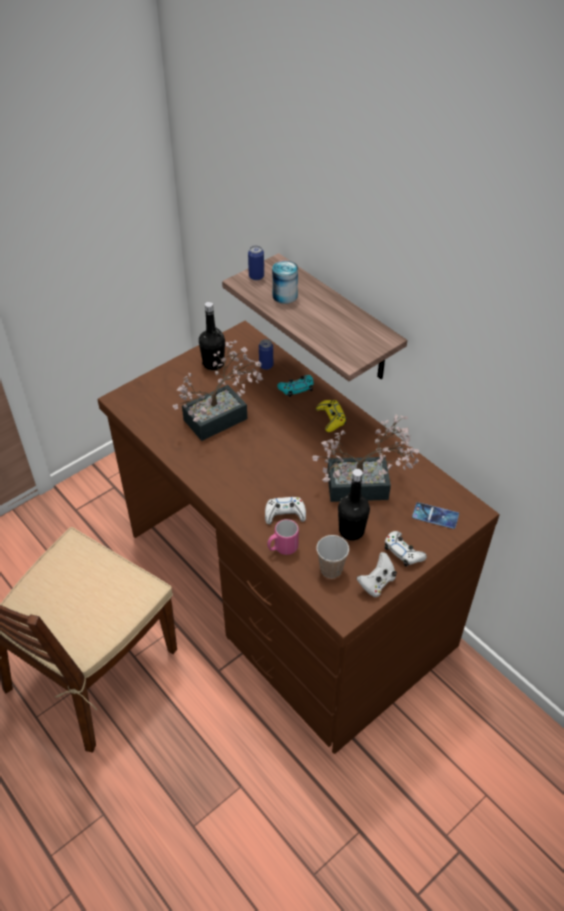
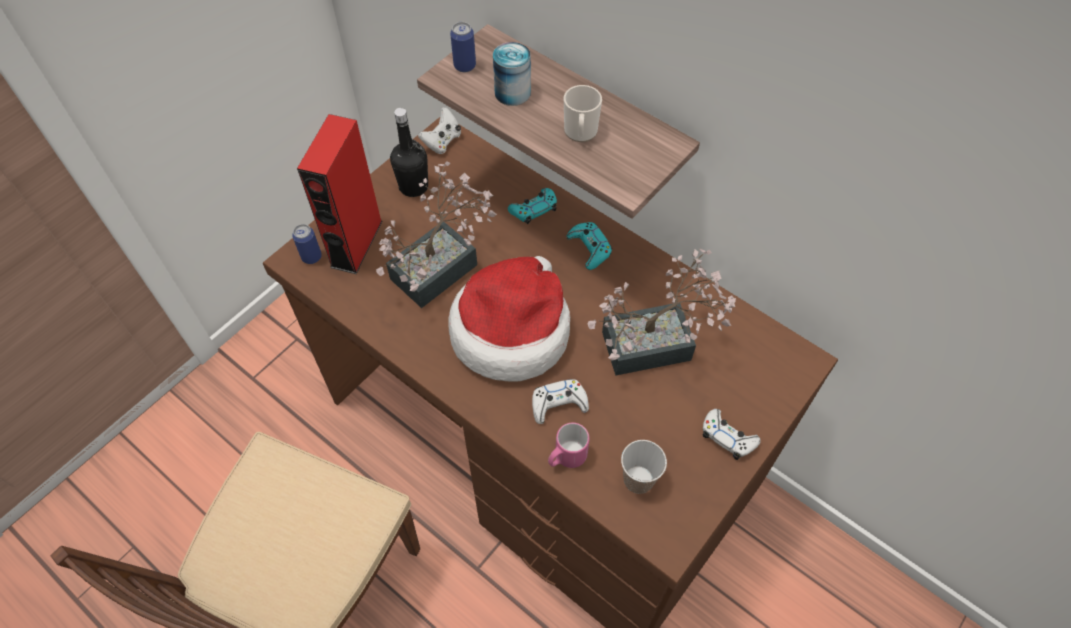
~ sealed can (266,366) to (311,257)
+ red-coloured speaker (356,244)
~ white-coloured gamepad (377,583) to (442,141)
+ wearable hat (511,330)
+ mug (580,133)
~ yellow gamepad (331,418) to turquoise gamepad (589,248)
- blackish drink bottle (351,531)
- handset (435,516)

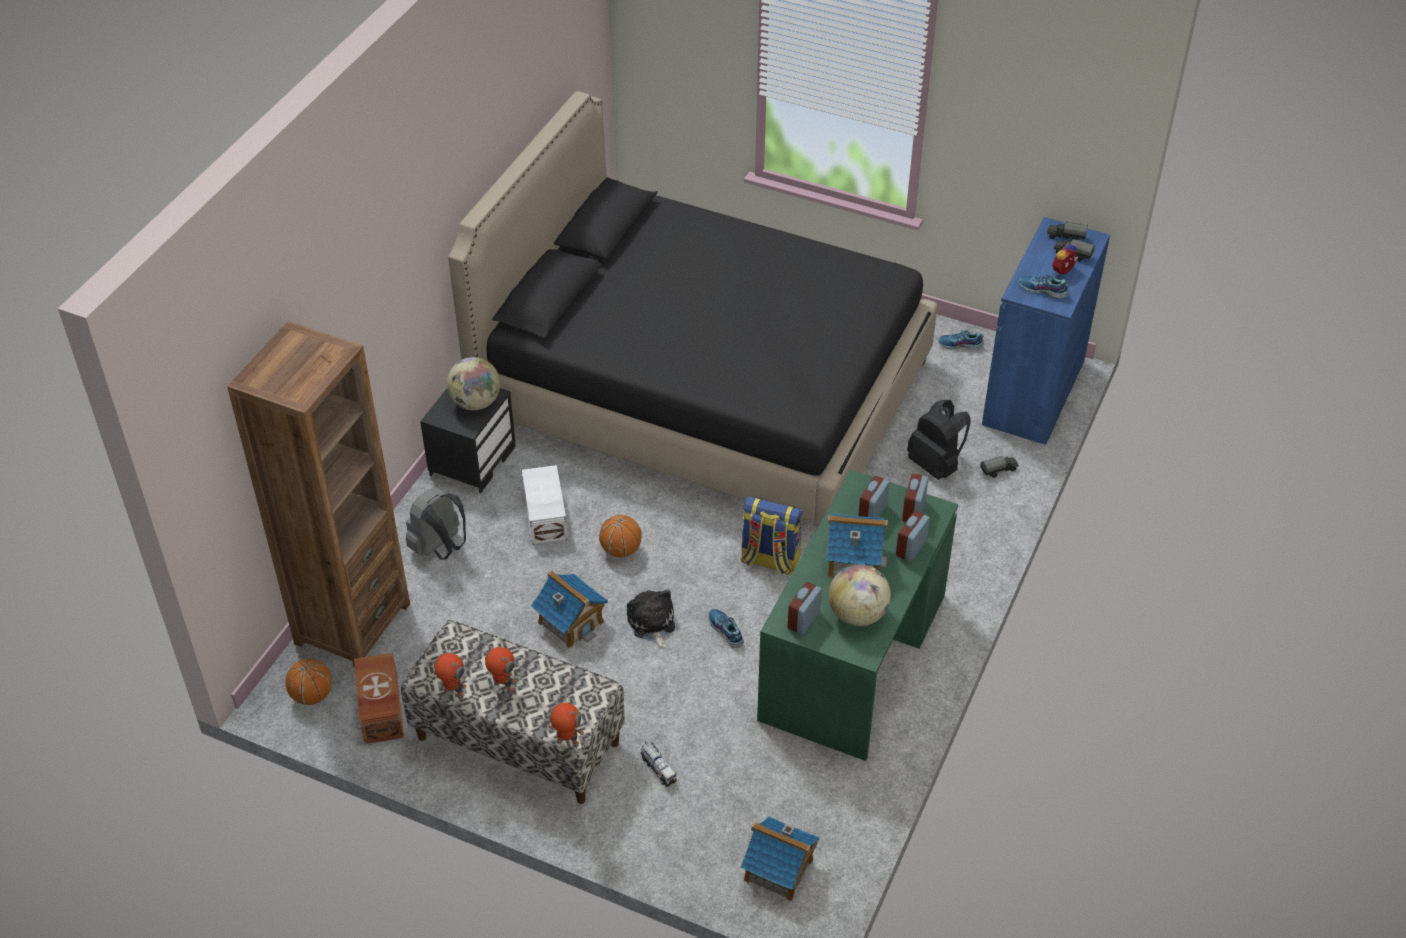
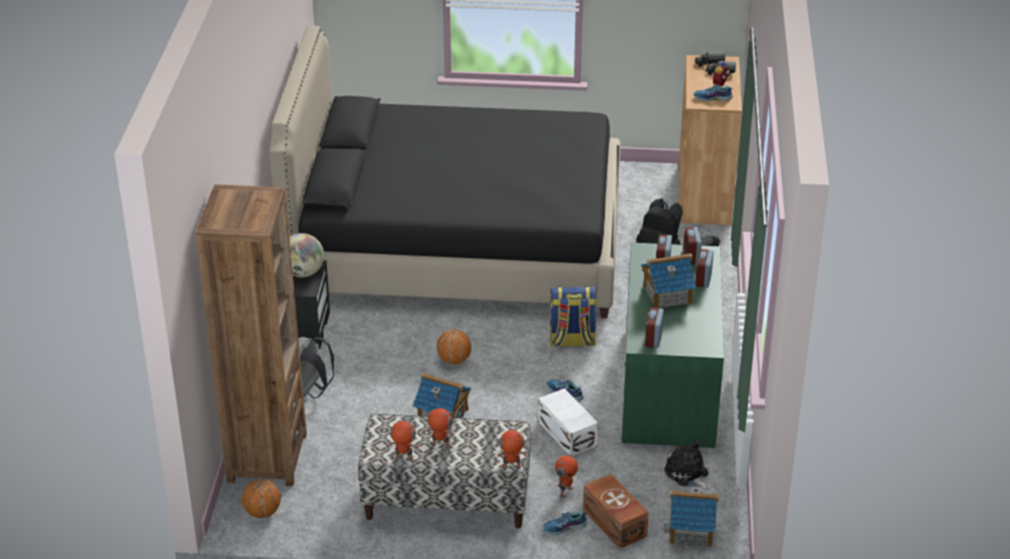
~ white-coloured storage box (544,517) to (567,435)
~ low shoe (960,345) to (564,527)
~ toy truck (658,769) to model robot (565,491)
~ brown-coloured storage box (380,710) to (614,523)
~ soft toy (652,624) to (687,474)
~ blue storage cabinet (1033,392) to brown-coloured storage cabinet (704,195)
- world globe (857,614)

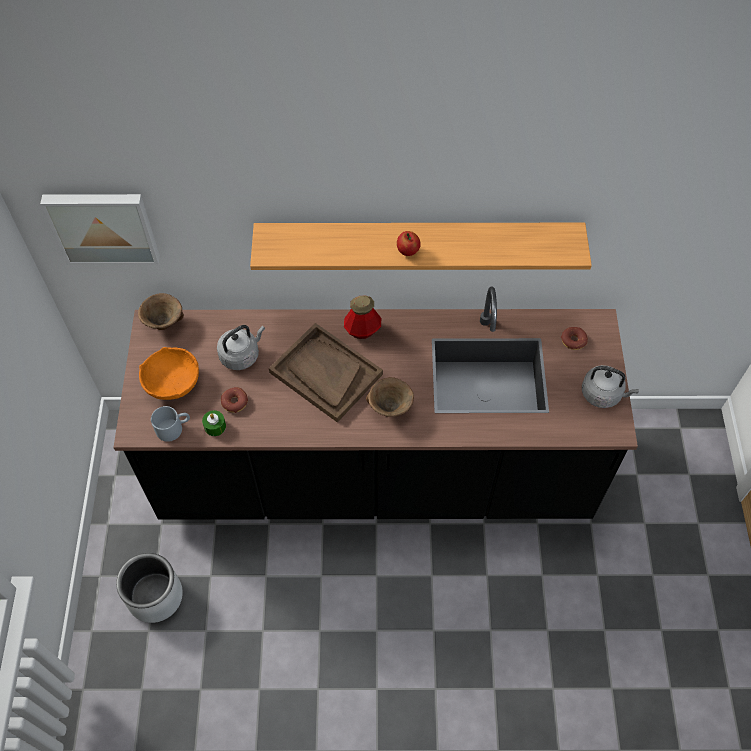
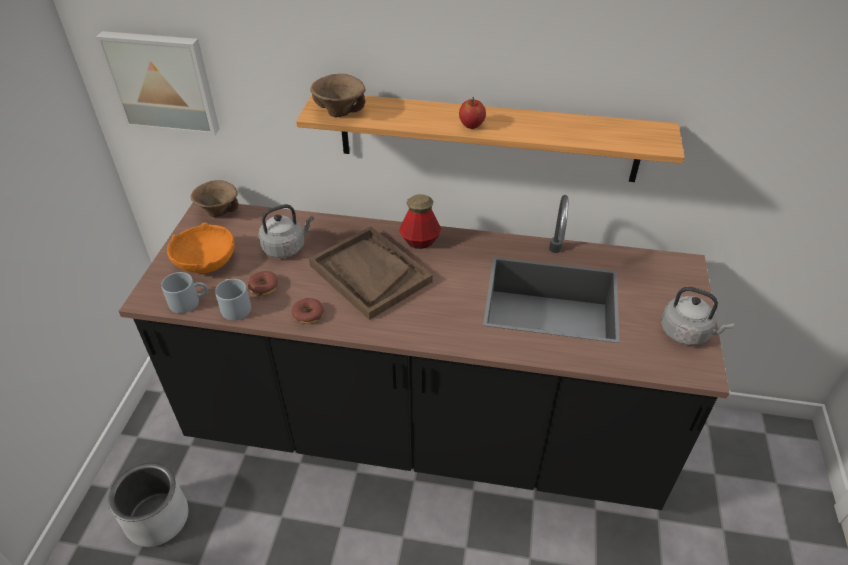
~ green-coloured candle (215,426) to grey mug (234,306)
~ doughnut (573,341) to (308,314)
~ brown-coloured deep dish (389,409) to (338,113)

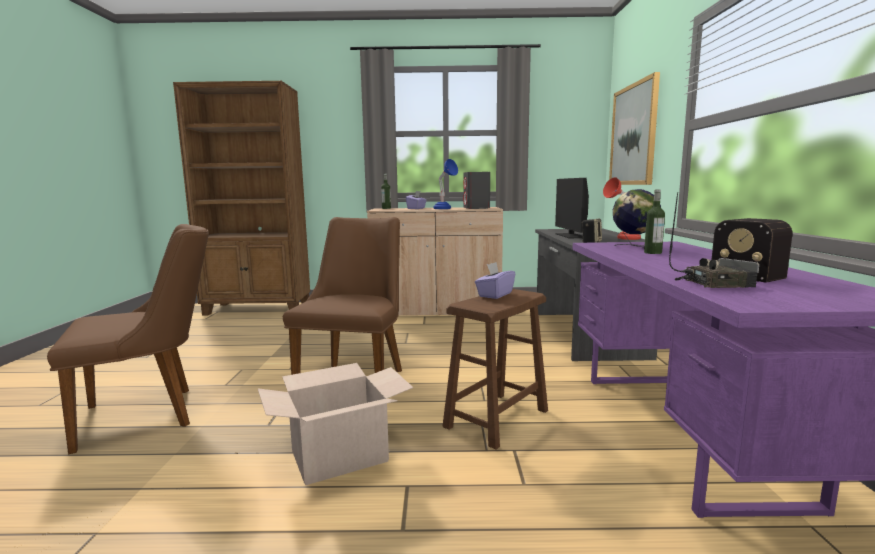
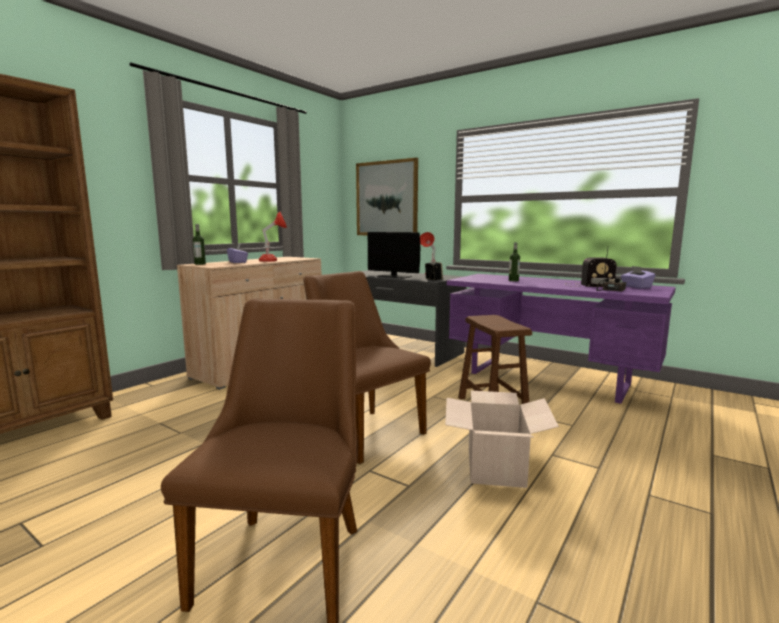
~ blue tabletop lamp (445,209) to red-coloured tabletop lamp (273,261)
~ purple tissue box (494,295) to (636,287)
- grey speaker (476,208)
- world globe (634,246)

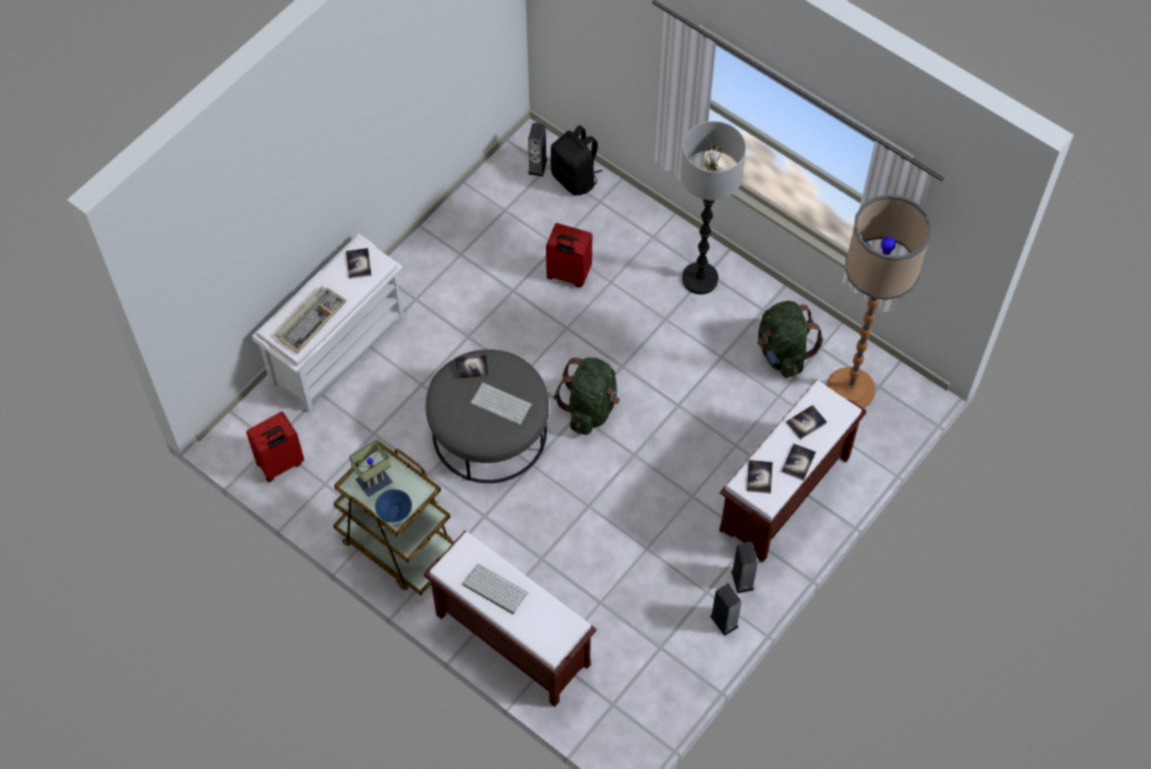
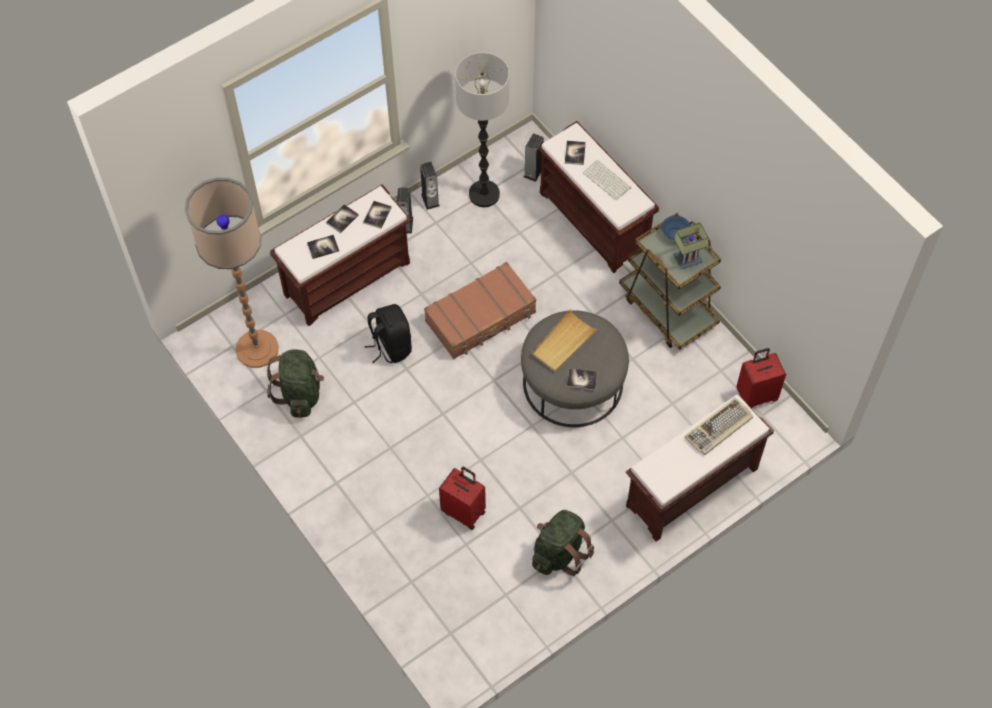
~ blackish rucksack (575,179) to (391,346)
+ brown-coloured piece of luggage (481,317)
~ standard lamp (700,279) to (484,194)
~ speaker (537,166) to (533,172)
~ computer keyboard (502,403) to sand-coloured carrying tray (563,343)
~ green-coloured rucksack (590,408) to (559,553)
~ book (358,264) to (575,153)
~ white-coloured long seat (338,348) to brown-coloured long seat (691,489)

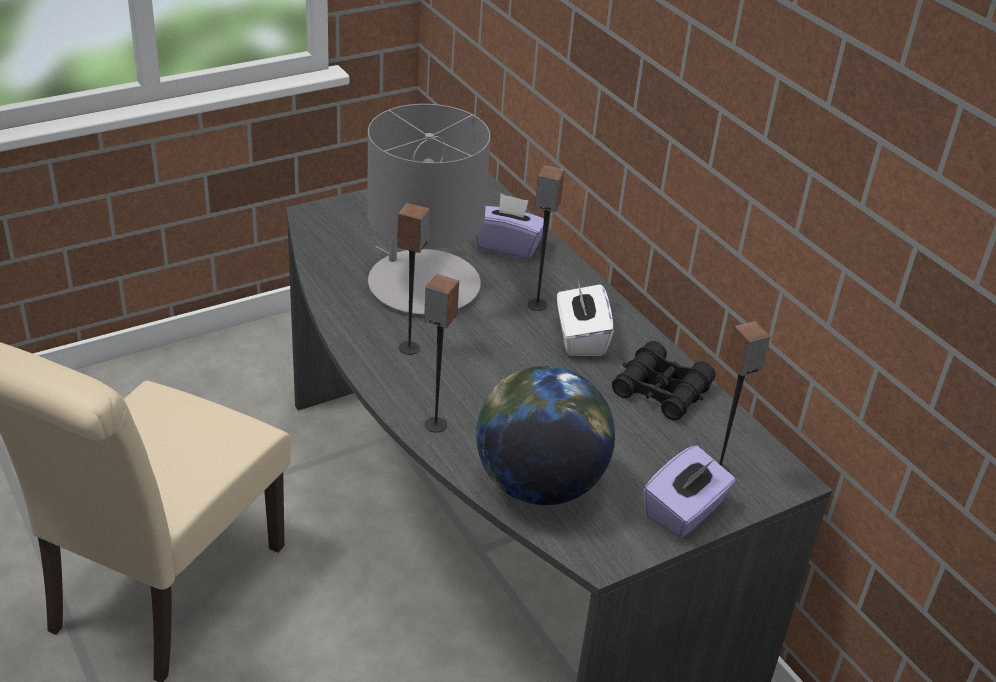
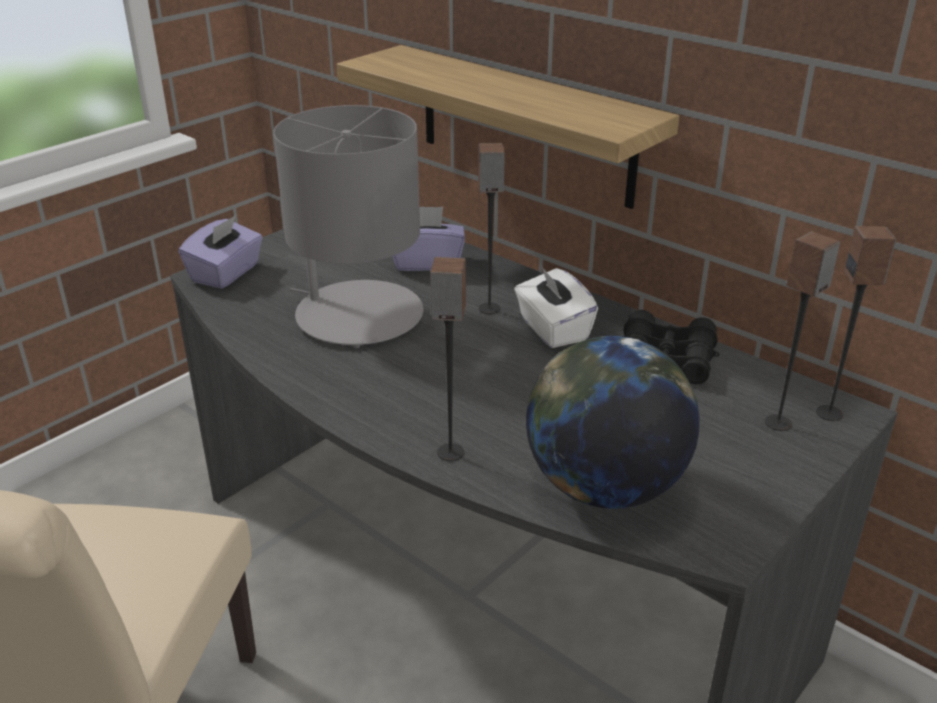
~ purple tissue box (684,512) to (226,273)
+ bracket shelf (524,125)
~ speaker (409,348) to (830,413)

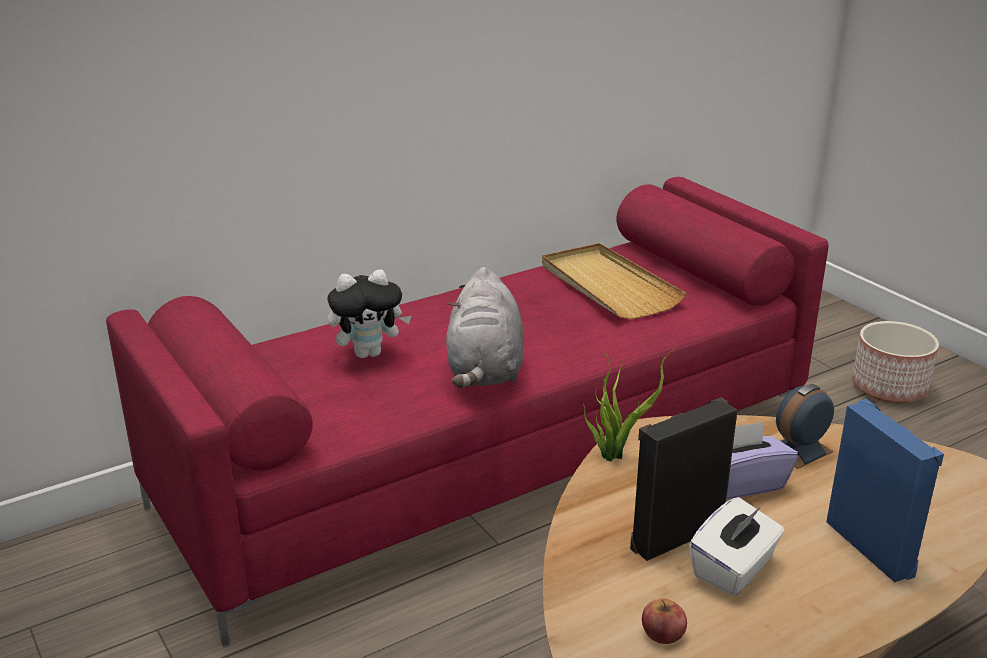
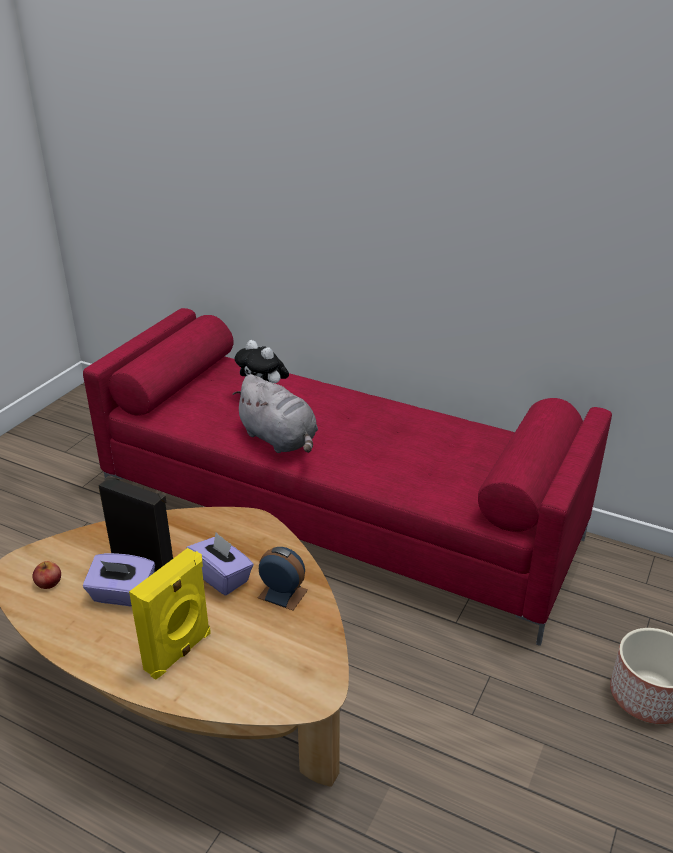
~ white-coloured tissue box (734,569) to purple tissue box (122,595)
~ blue speaker (872,547) to yellow speaker (179,652)
~ grey soft toy (485,370) = (280,440) 105 degrees counterclockwise
- sand-coloured carrying tray (608,286)
- potted plant (615,453)

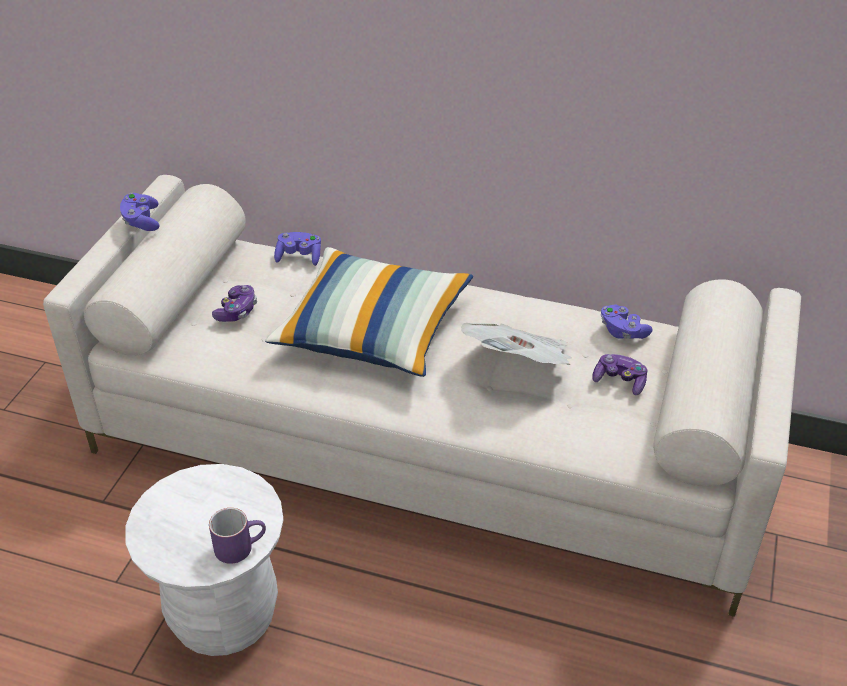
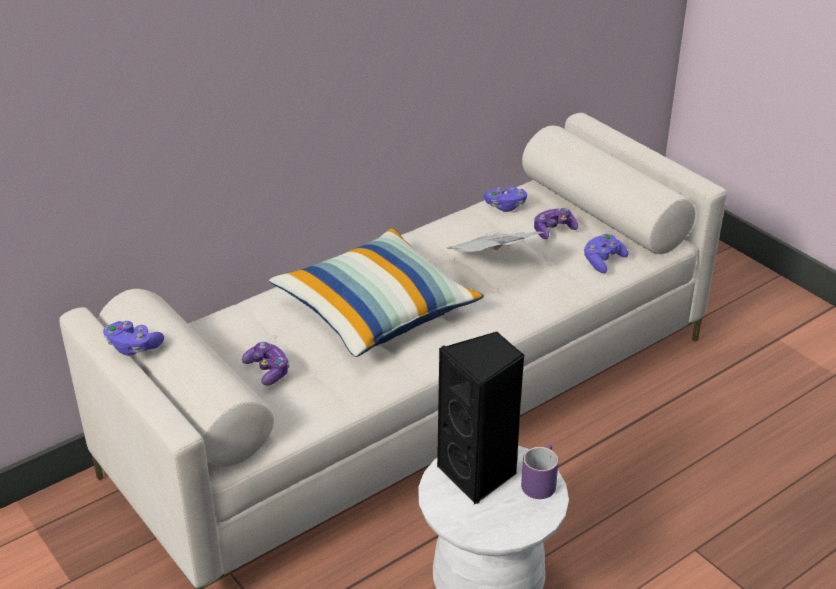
+ blackish speaker (479,474)
~ purple gamepad (299,257) to (603,261)

